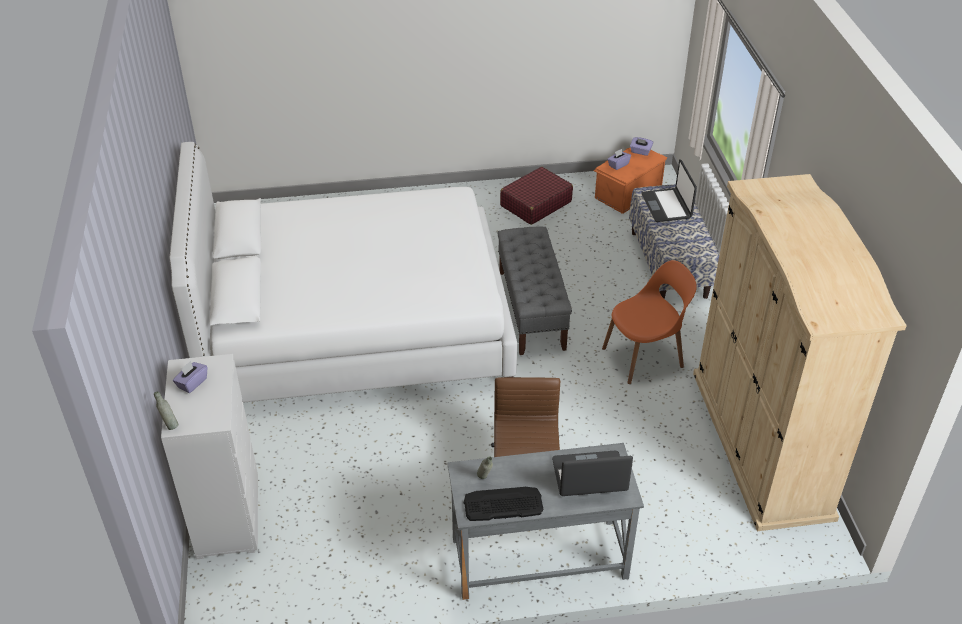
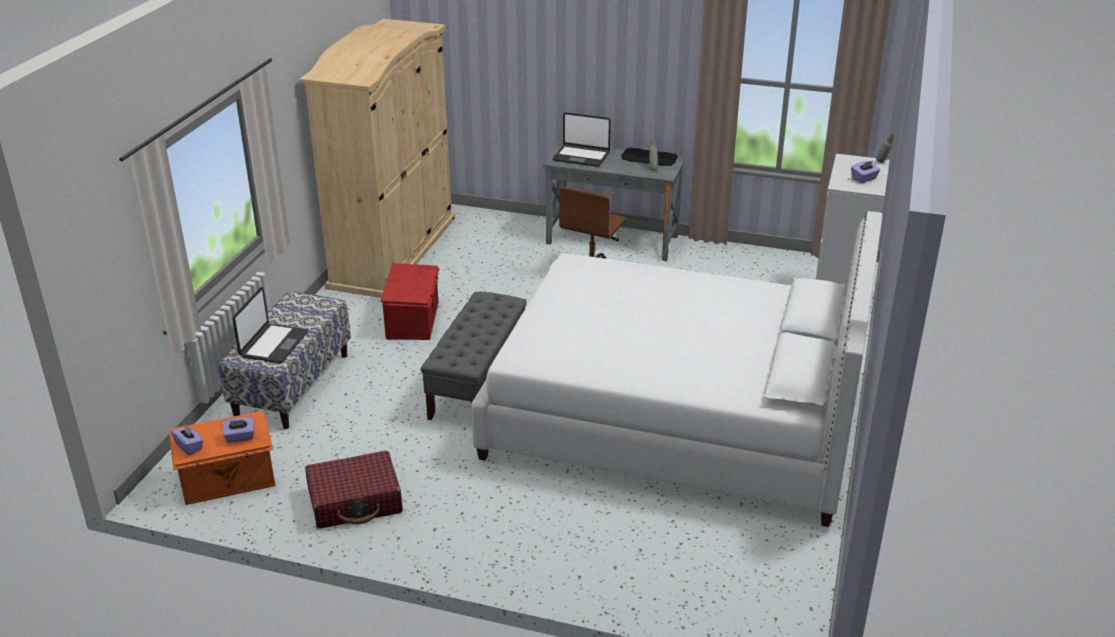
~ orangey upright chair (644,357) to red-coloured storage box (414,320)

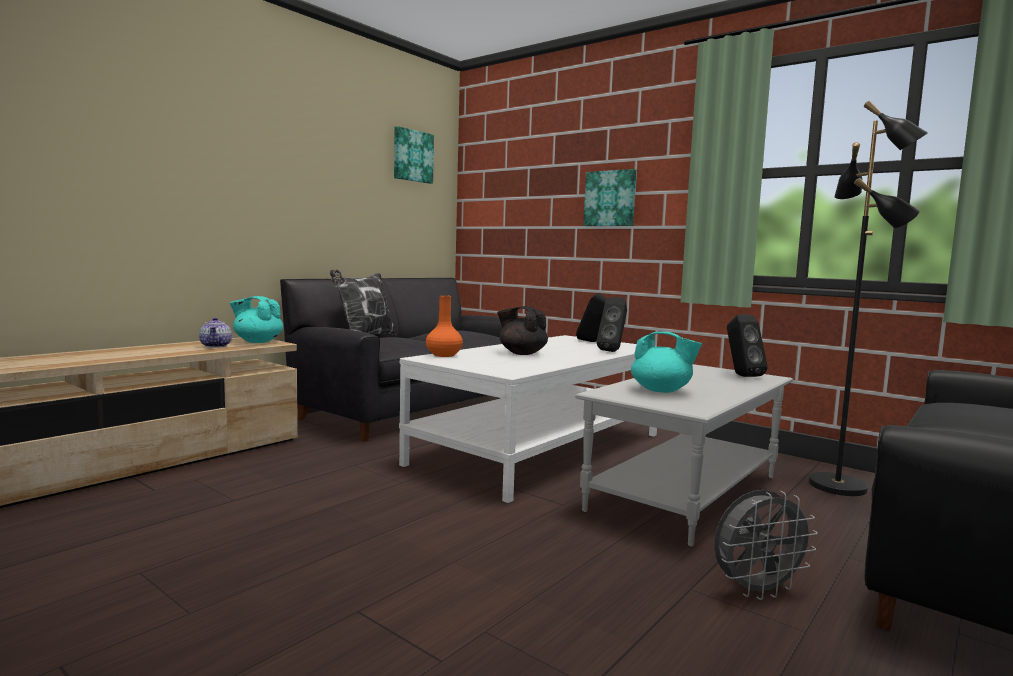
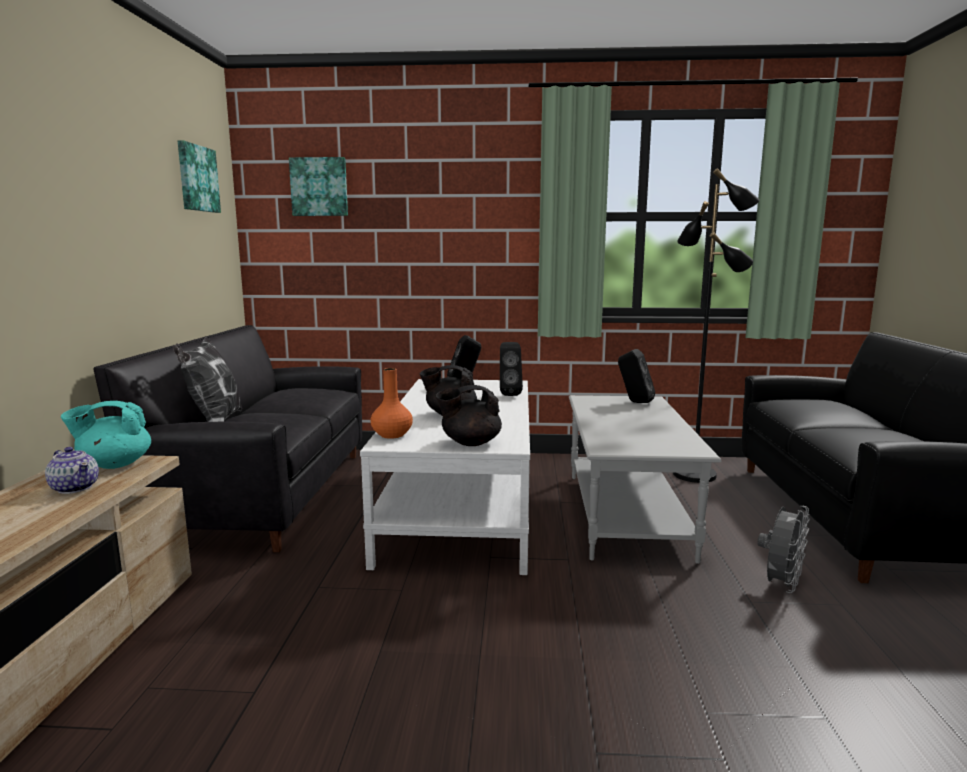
~ picture (610,198) to (319,187)
+ blackish pot for tea (470,443)
- turquoise pot for tea (662,391)

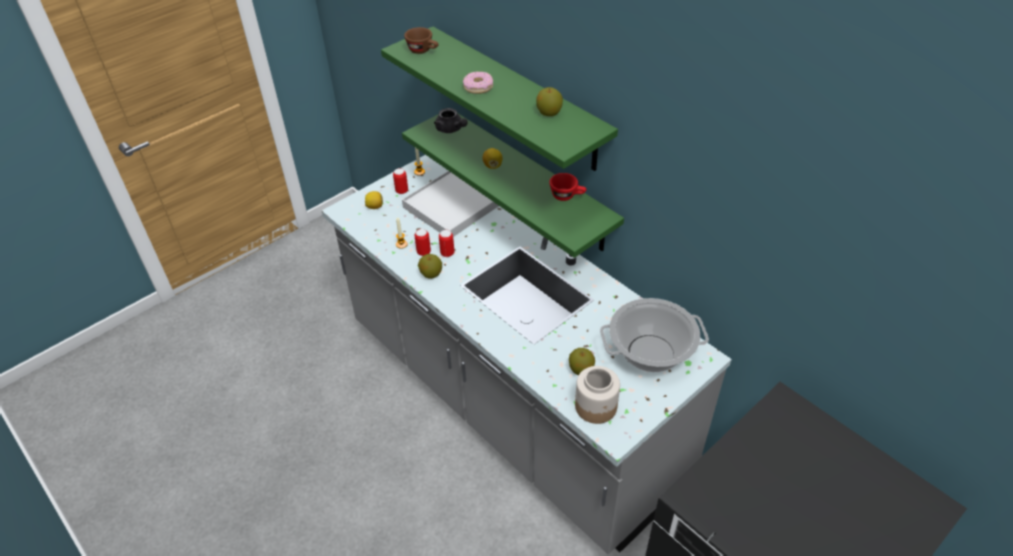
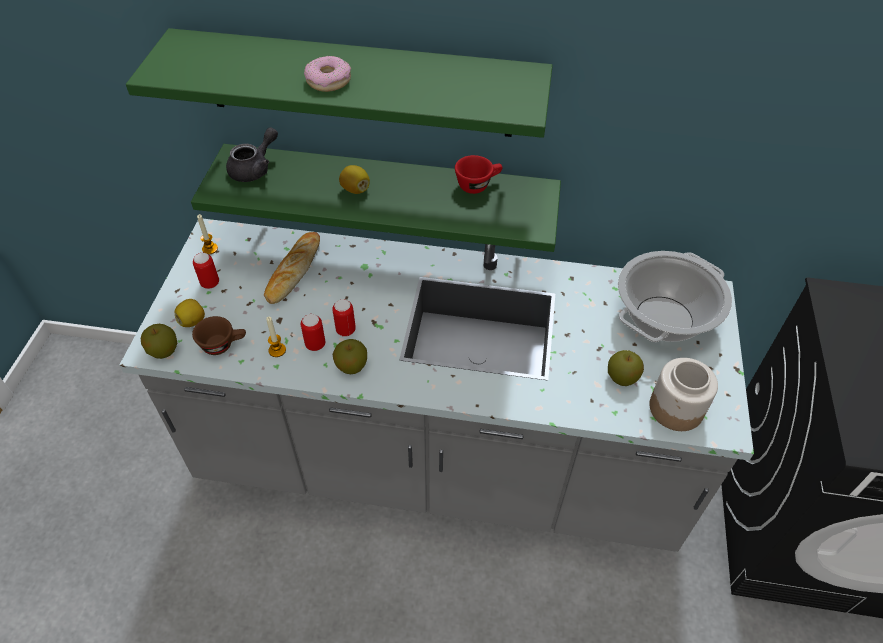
~ whole apple (549,113) to (164,351)
~ brown-coloured cup (423,50) to (223,344)
~ grey pot for tea (451,129) = (255,169) 60 degrees counterclockwise
~ white-coloured carrying tray (451,206) to bread (293,271)

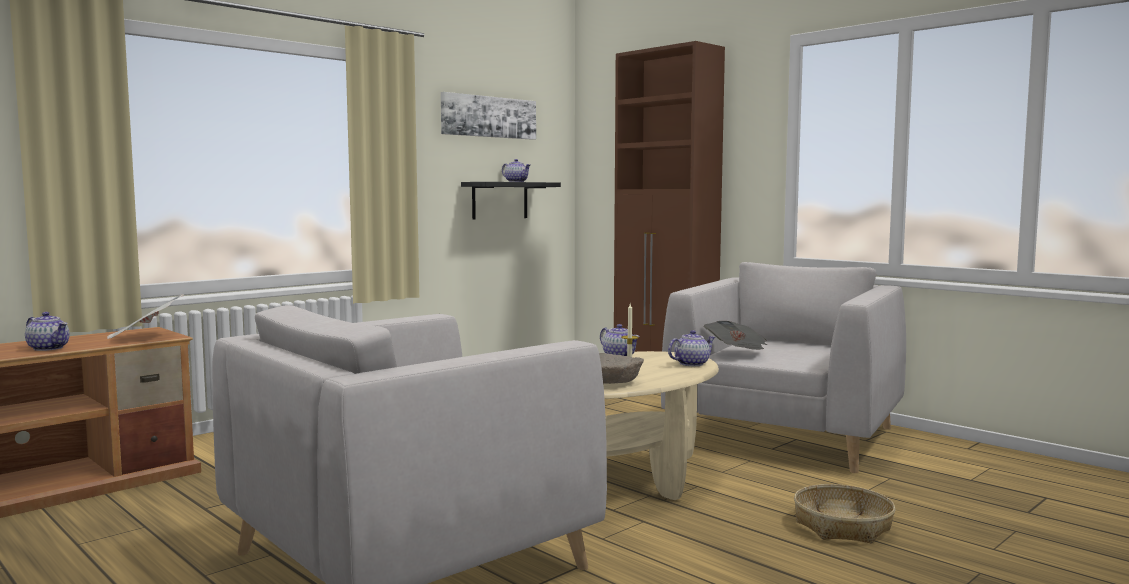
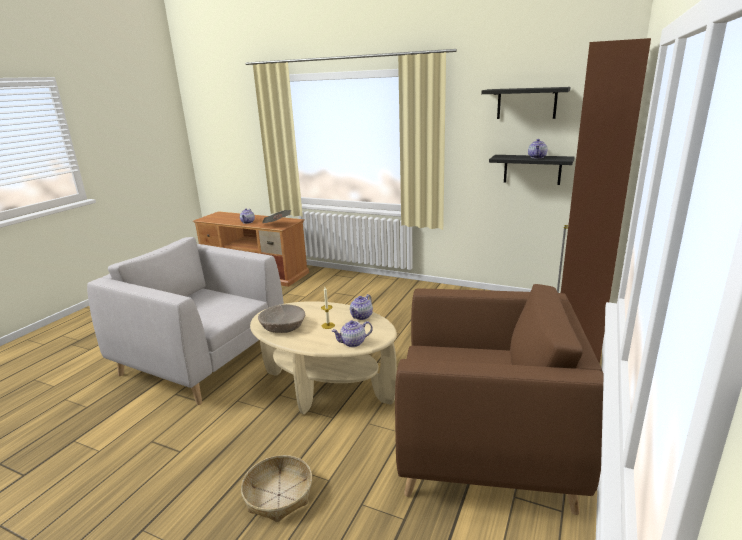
~ pot for tea (691,364) = (353,343) 120 degrees clockwise
~ grey lounge chair (784,435) to brown-coloured lounge chair (485,442)
~ picture (488,117) to blackish bracket shelf (526,103)
- daily paper (737,353)

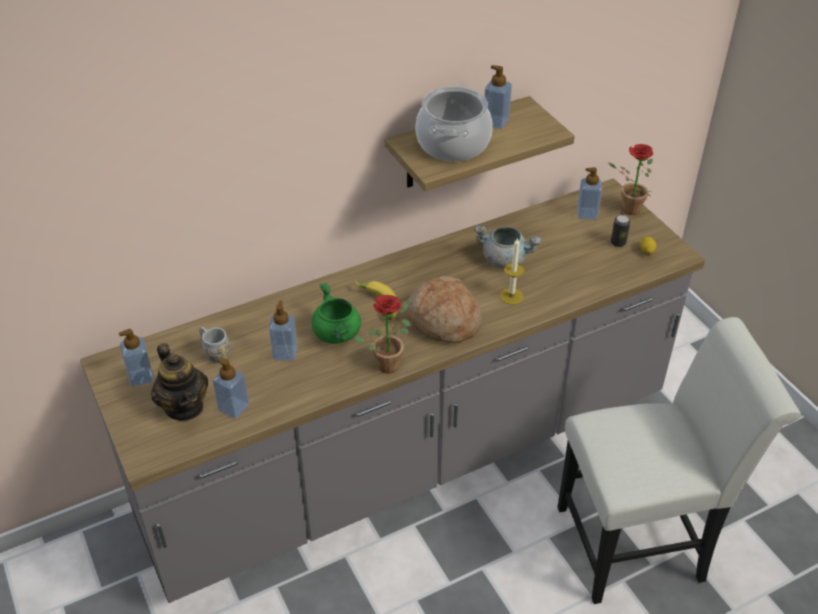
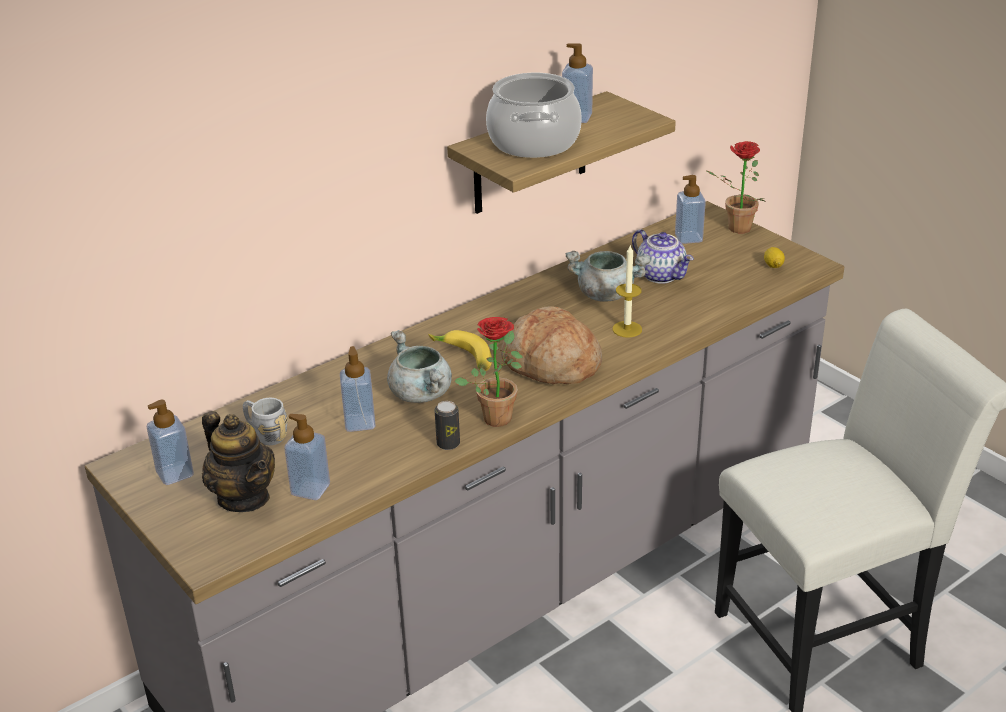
~ green-coloured cooking pot (338,334) to grey cooking pot (422,394)
~ sealed can (618,242) to (448,444)
+ pot for tea (662,275)

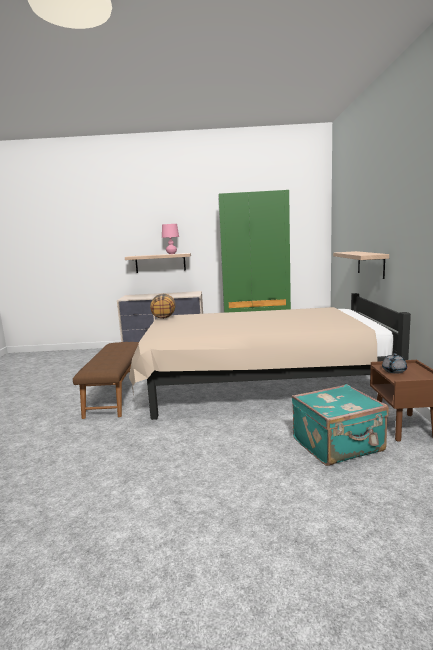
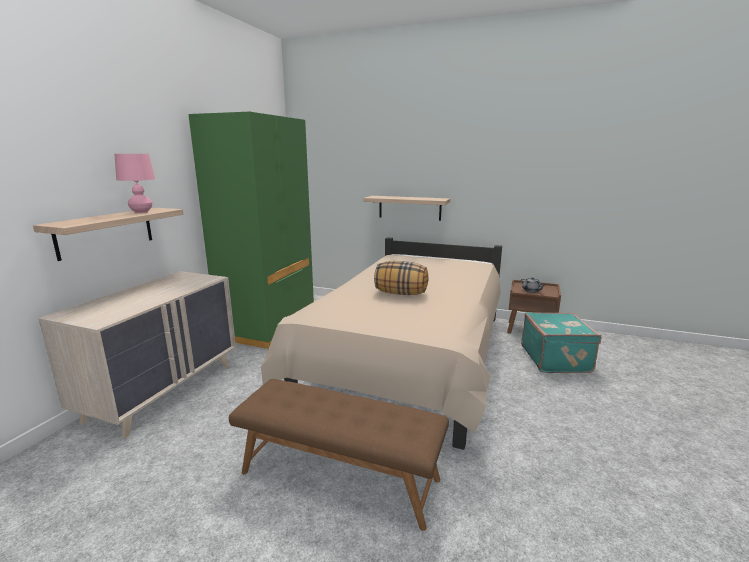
~ pillow (164,317) to (401,293)

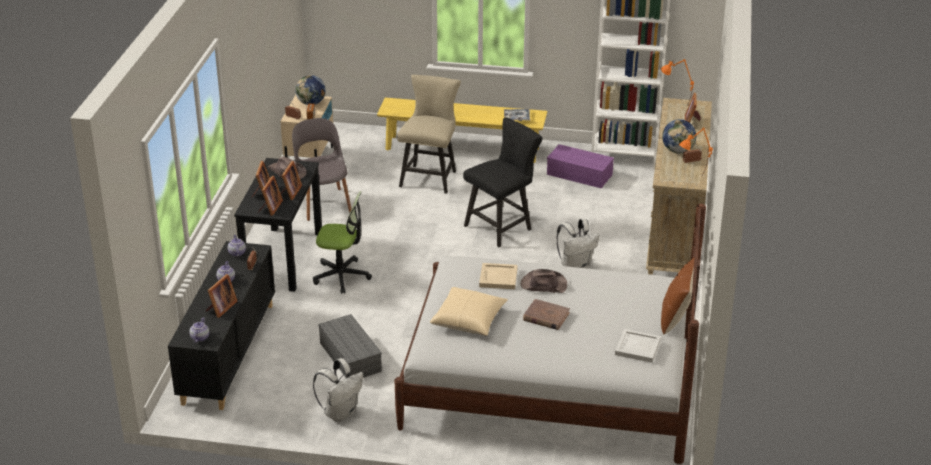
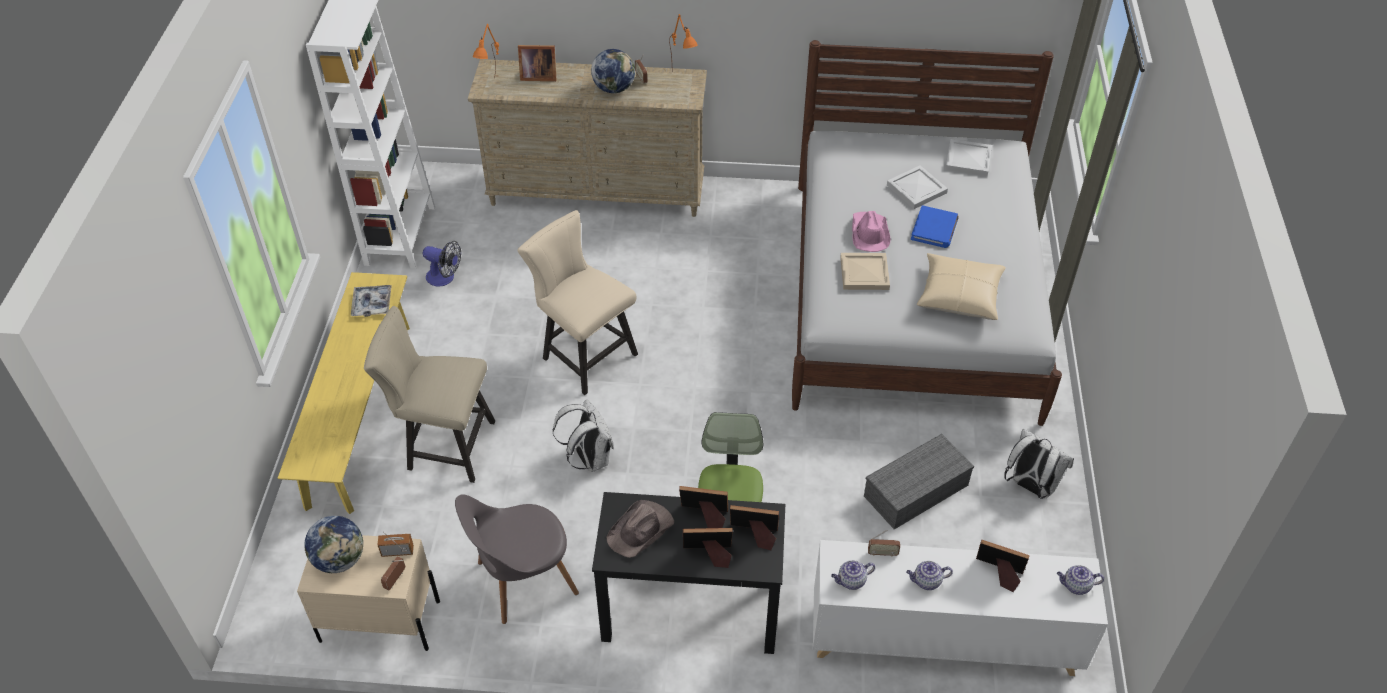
~ purple storage box (580,174) to cooling fan (445,278)
~ blackish upright chair (502,226) to sand-coloured upright chair (584,354)
~ white-coloured rucksack (575,266) to (589,458)
~ blackish storage cabinet (228,353) to white-coloured storage cabinet (942,639)
~ brown-coloured wearable hat (543,284) to pink wearable hat (869,233)
+ white-coloured carrying tray (916,189)
~ brown-coloured book (546,317) to blue book (934,229)
- brown-coloured pillow (676,318)

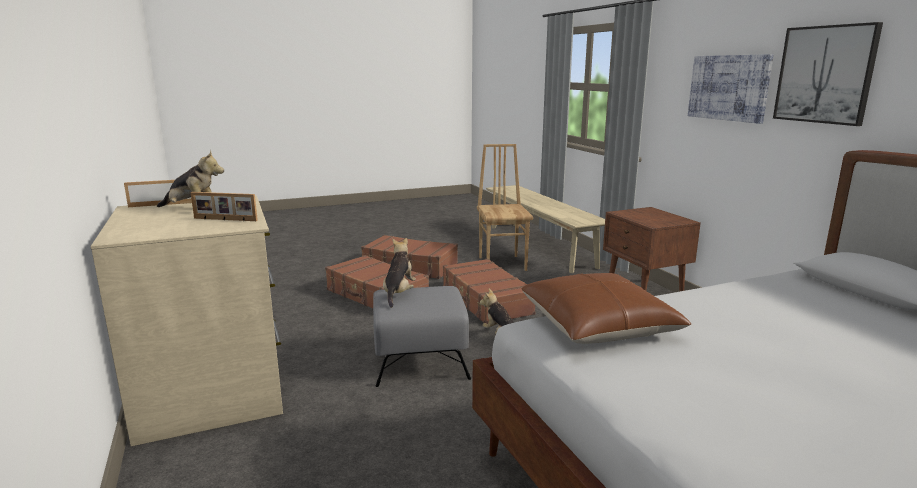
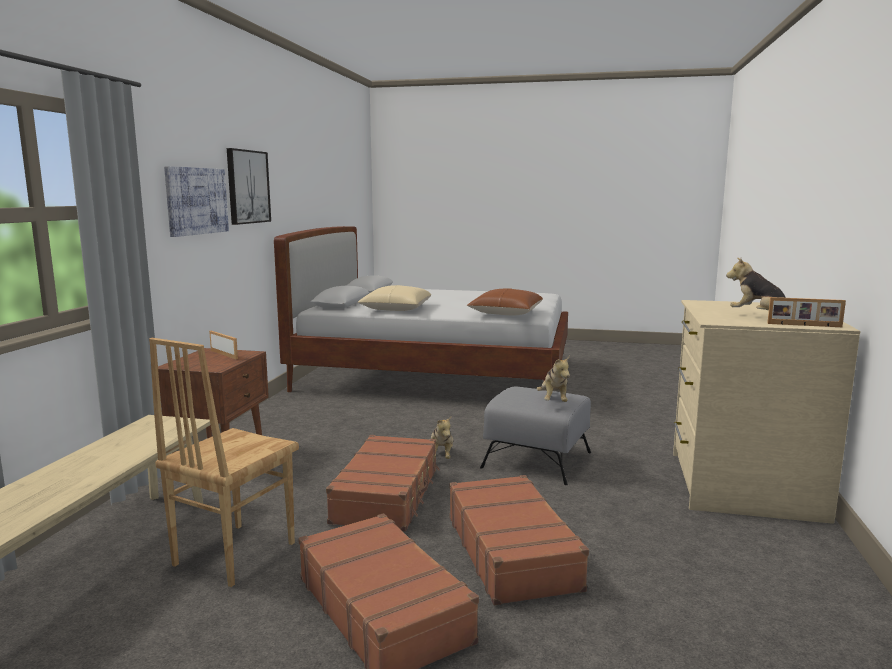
~ picture frame (225,219) to (224,354)
+ sand-coloured pillow (395,309)
~ soft toy (399,293) = (553,401) 45 degrees counterclockwise

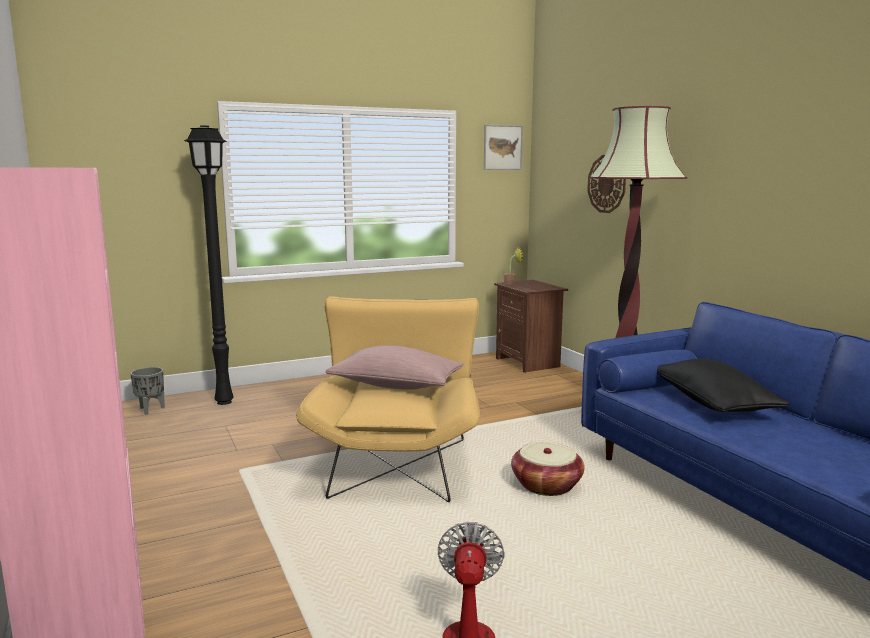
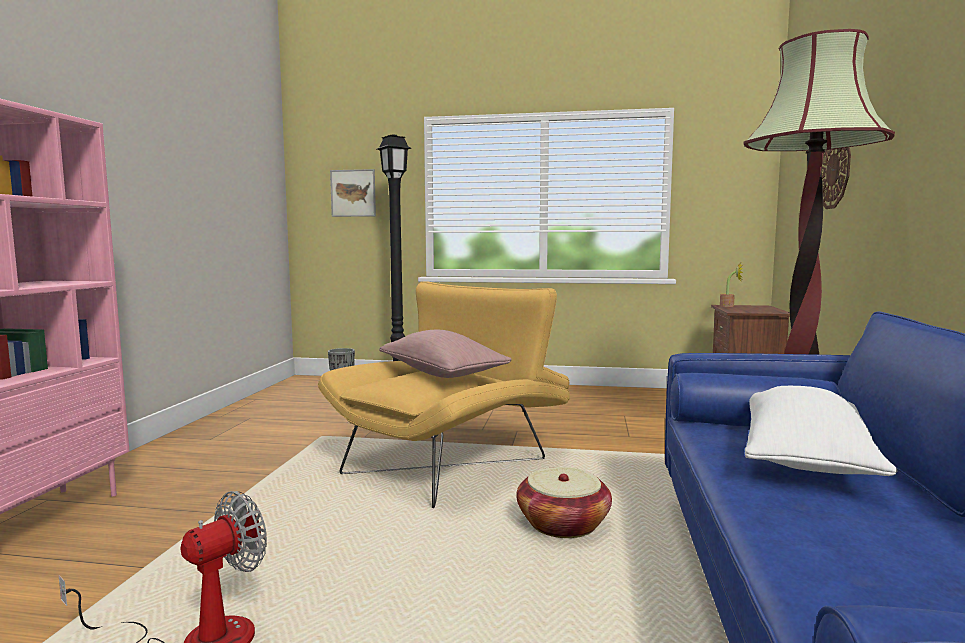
~ picture (502,147) to (353,193)
~ blackish pillow (712,404) to white-coloured pillow (806,459)

